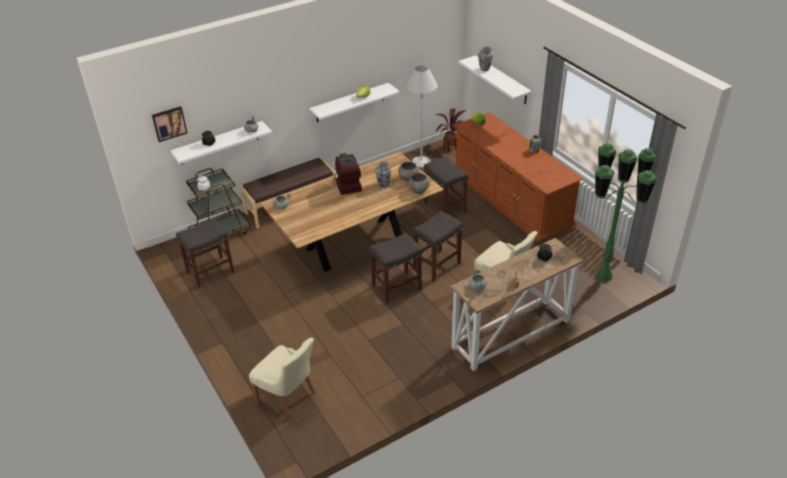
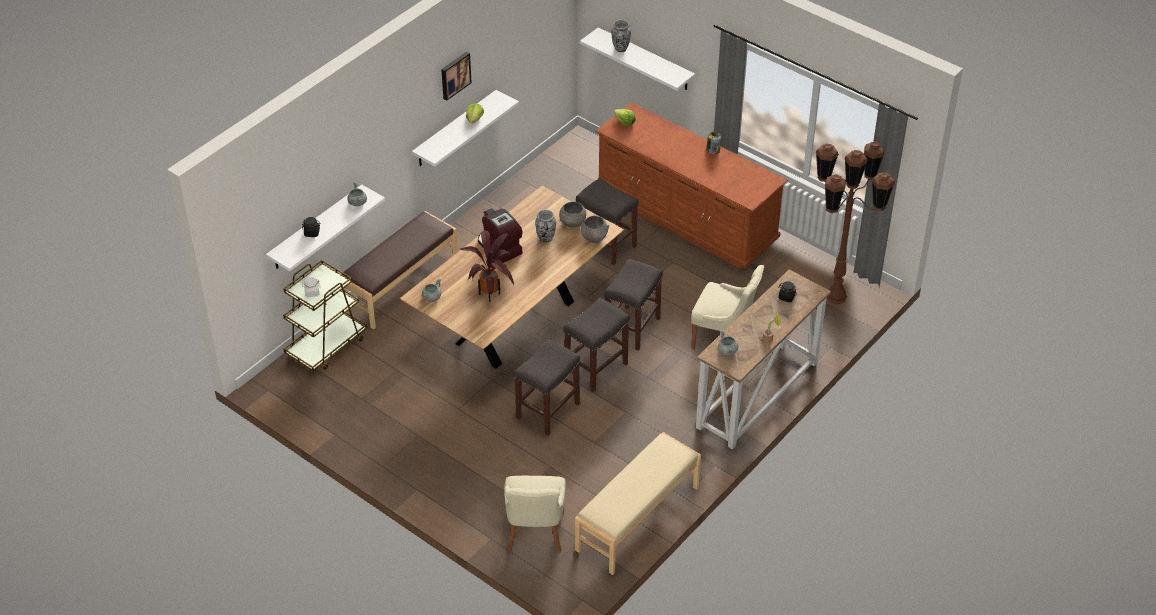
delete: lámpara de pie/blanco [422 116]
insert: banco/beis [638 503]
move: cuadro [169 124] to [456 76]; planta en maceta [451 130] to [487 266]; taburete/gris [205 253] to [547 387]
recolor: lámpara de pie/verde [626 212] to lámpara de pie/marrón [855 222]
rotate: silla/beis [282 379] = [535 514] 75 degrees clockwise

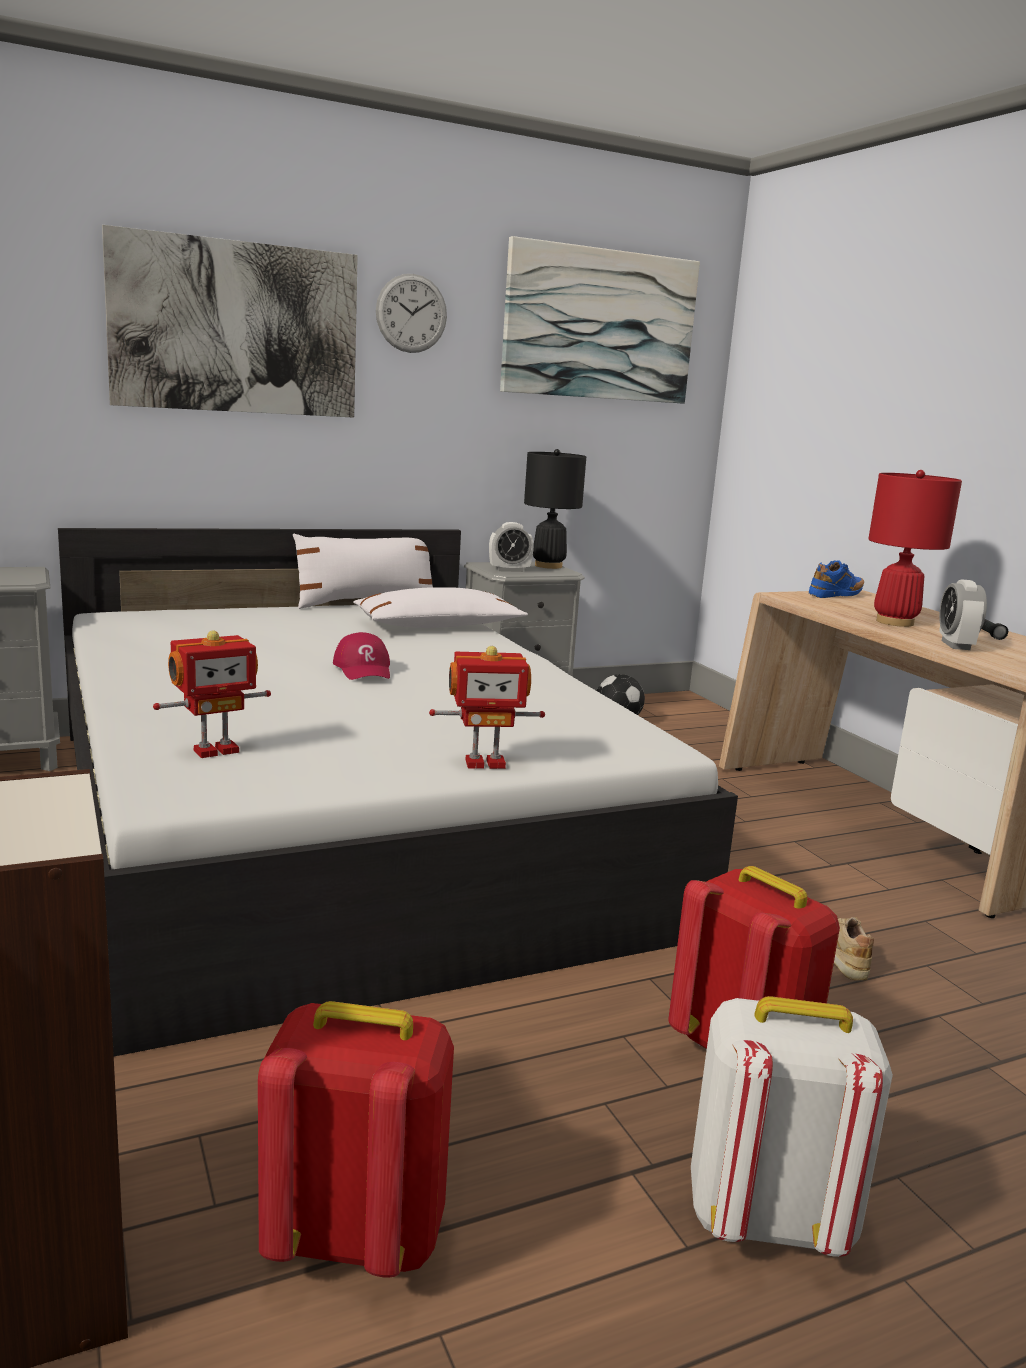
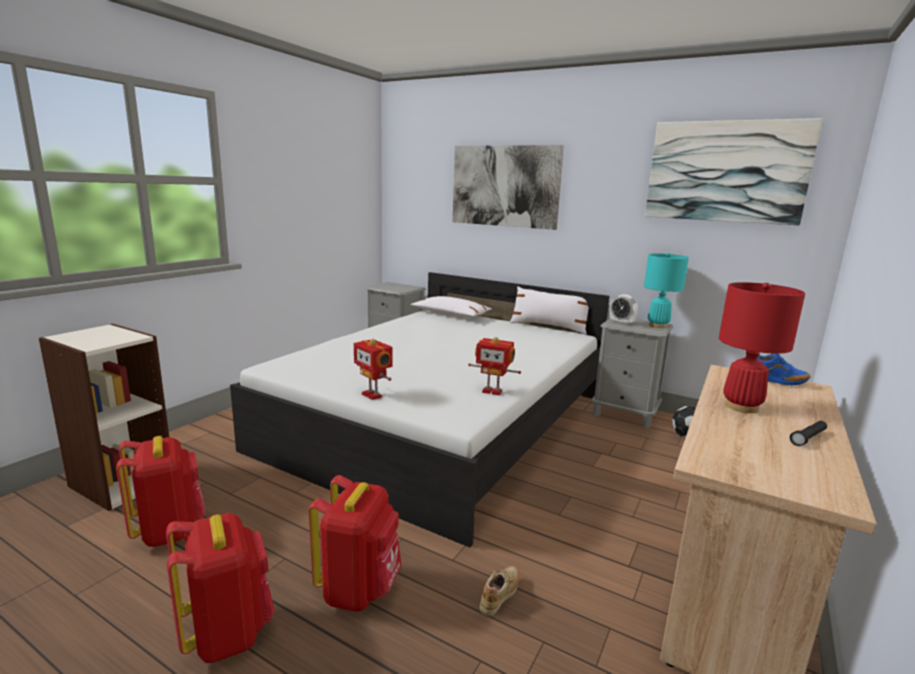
delete: gorra/rojo [361 656]; reloj de pared [411 313]; despertador [963 614]
move: cojín/blanco [440 607] to [451 306]; robot de juguete [212 694] to [494 366]
recolor: mochila/blanco [792 1126] to mochila/rojo [220 588]; lámpara de mesa/negro [555 509] to lámpara de mesa/turquesa [666 290]

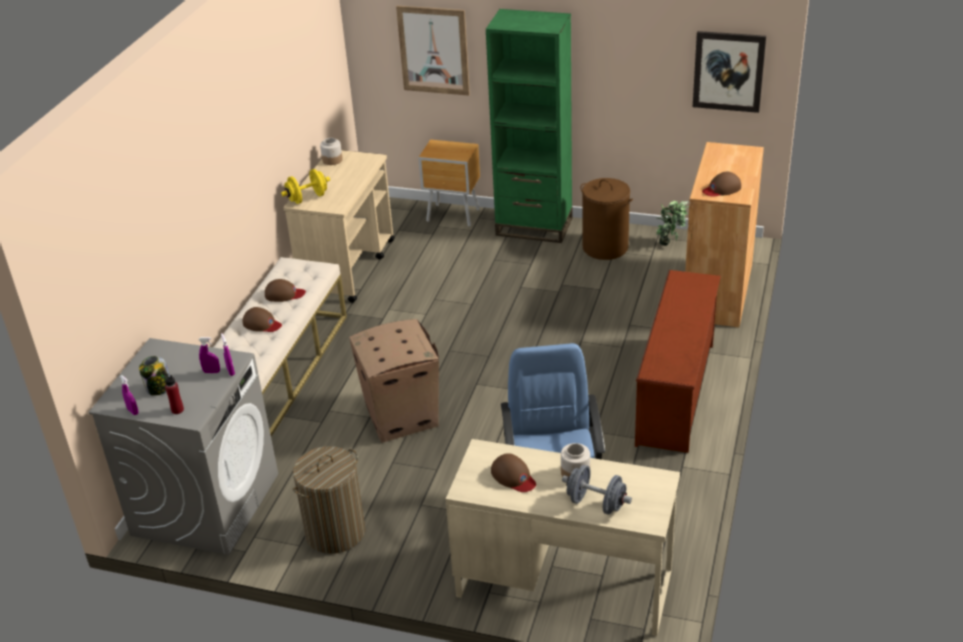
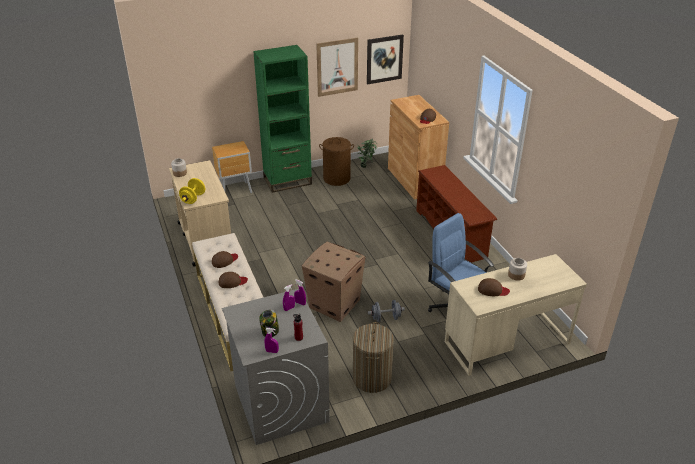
move: cuadro [433 51] to [337 67]; mancuerna/gris [597 490] to [386 311]

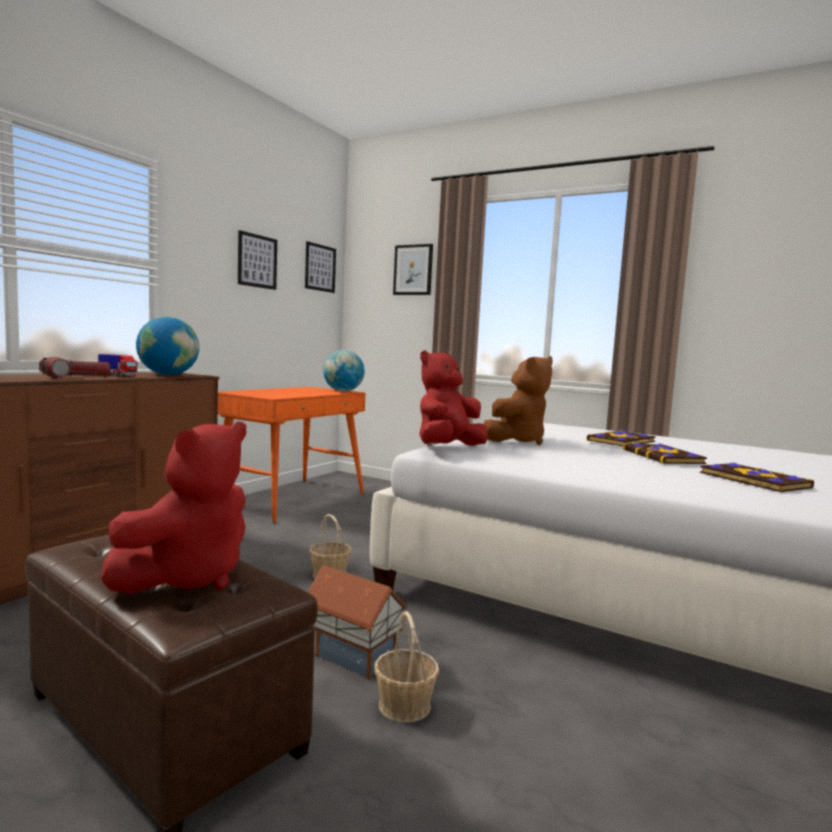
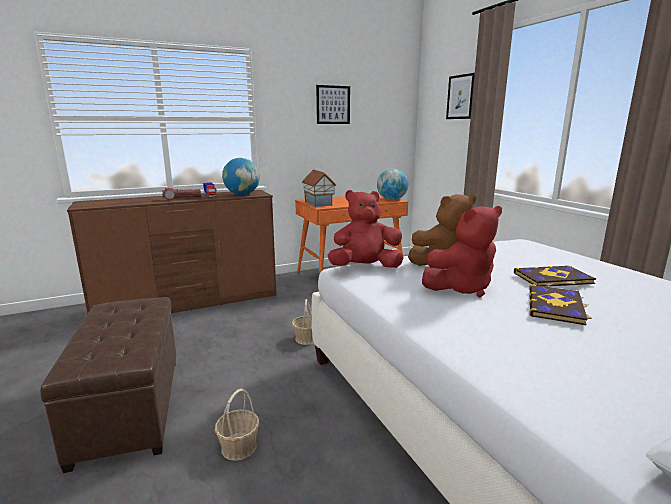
delete: cuadro [320 267]; libro [757 477]
move: casita [358 622] to [319 188]; peluche/rojo [173 508] to [462 251]

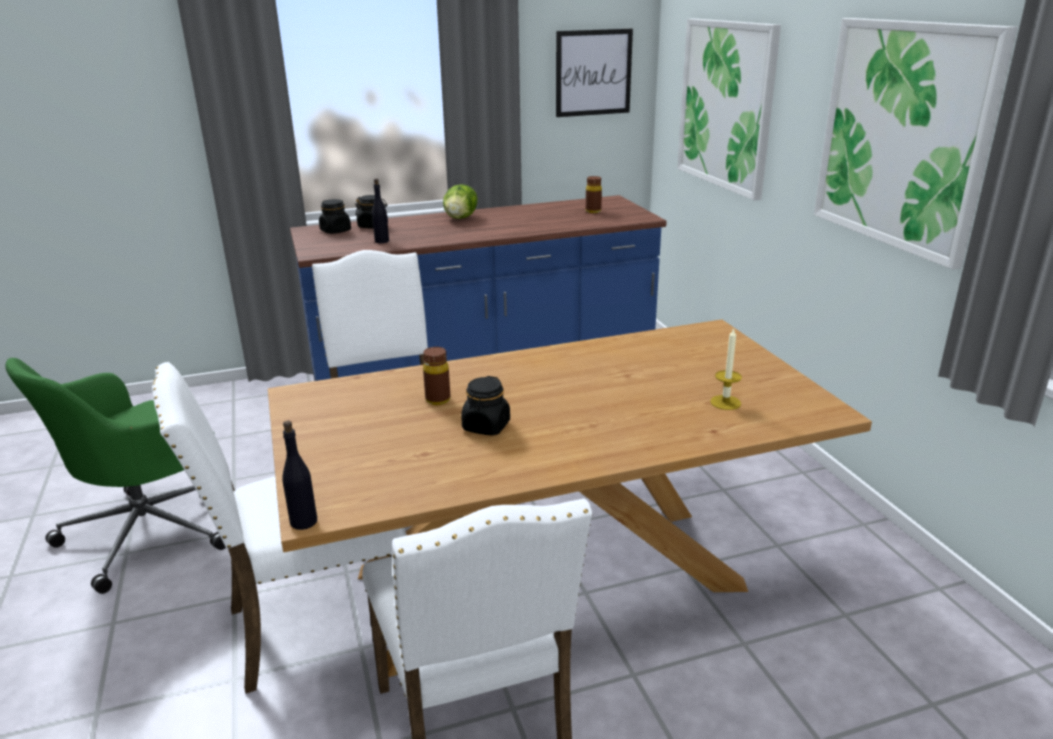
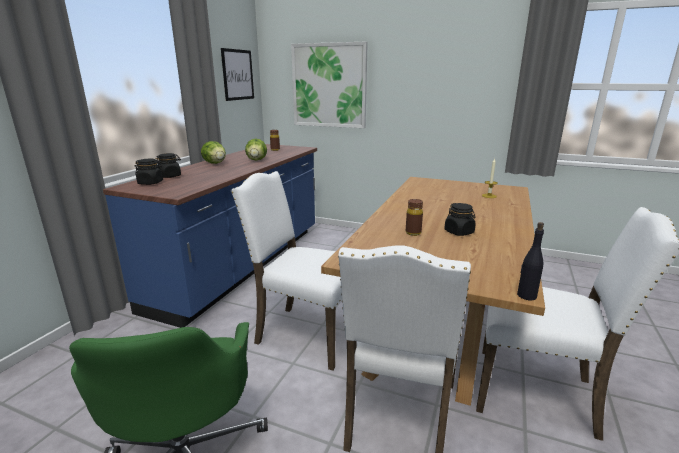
delete: botella/negro [380 211]; cuadro [916 144]
insert: lechuga [256 150]

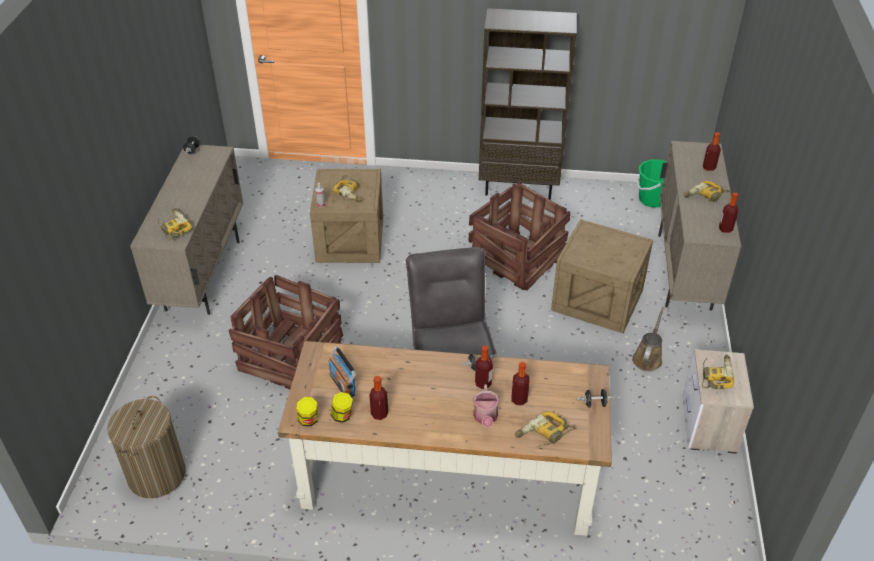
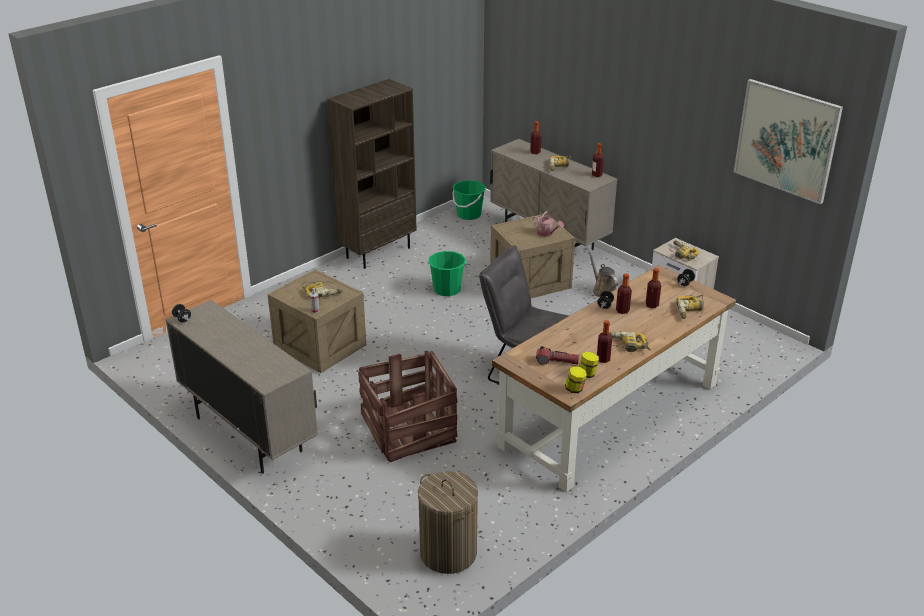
insert: cuadro [788 141]
move: regadera [486 406] to [548 224]; taladro [175 224] to [630 341]
replace: caja de embalaje [519 237] to cubo/verde [447 273]; radio [342 372] to linterna [557 355]

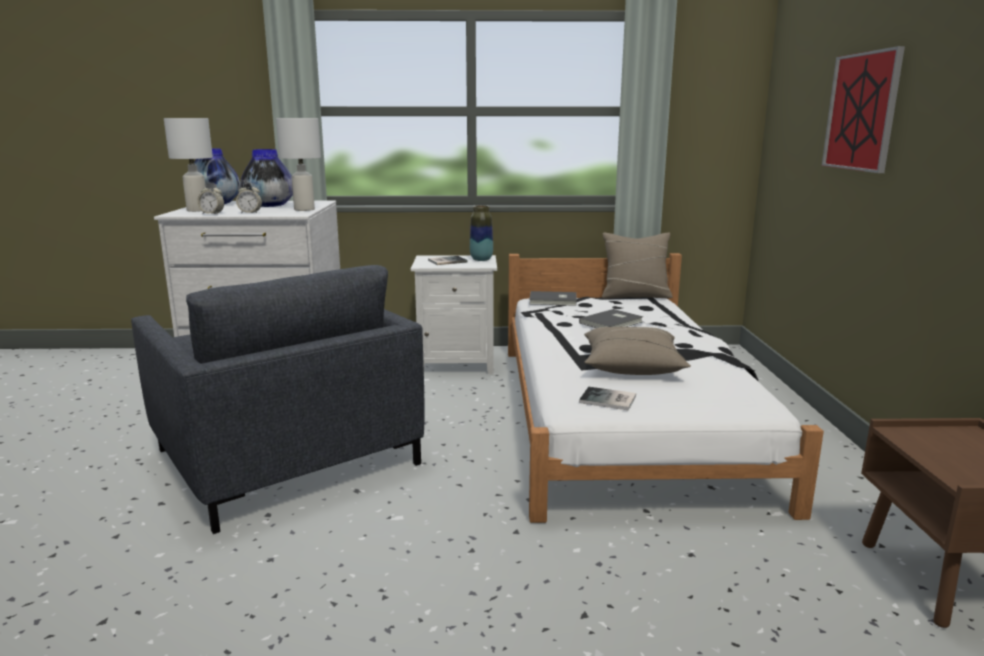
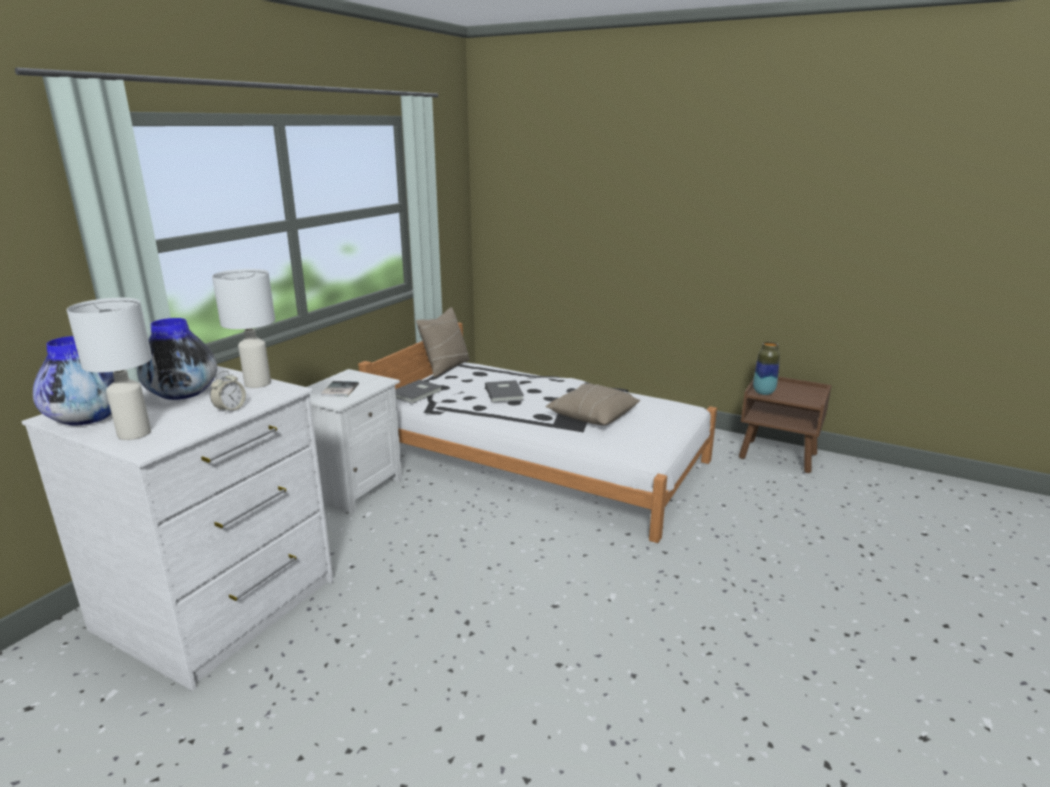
delete: sillón/gris [278 399]; despertador [210 199]; libro [607 399]; cuadro [863 109]
move: florero [481 233] to [766 368]

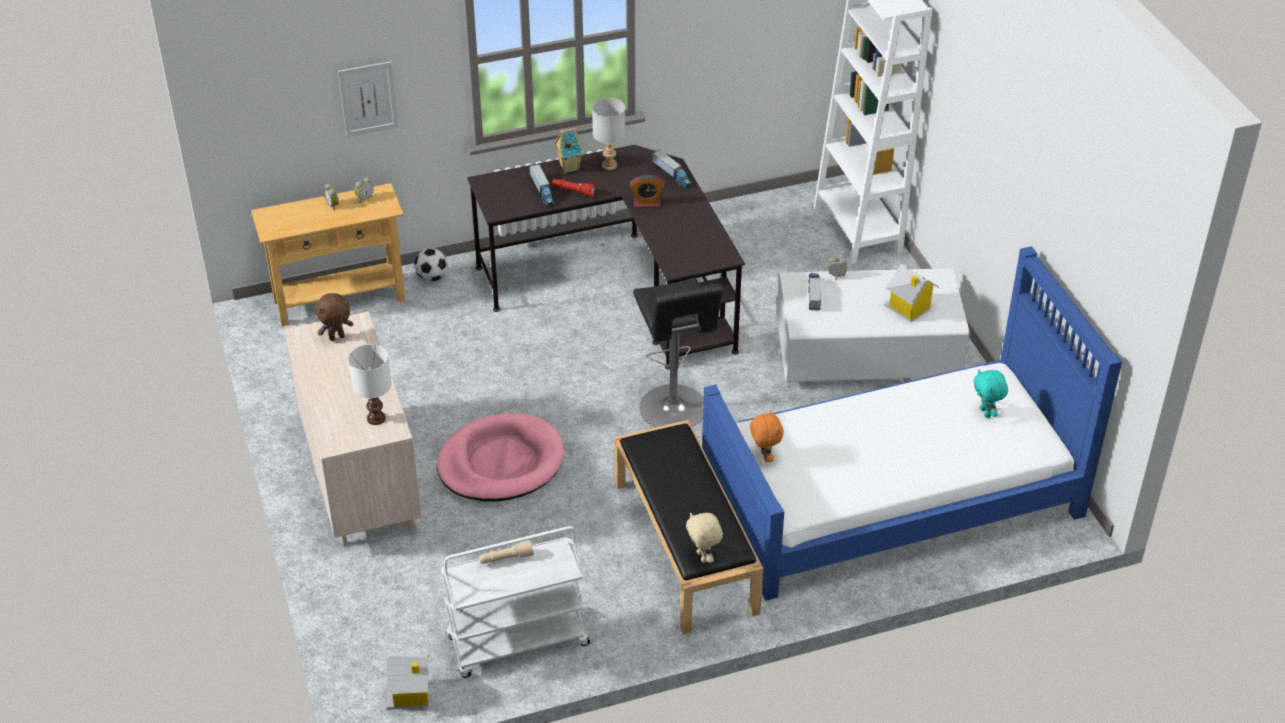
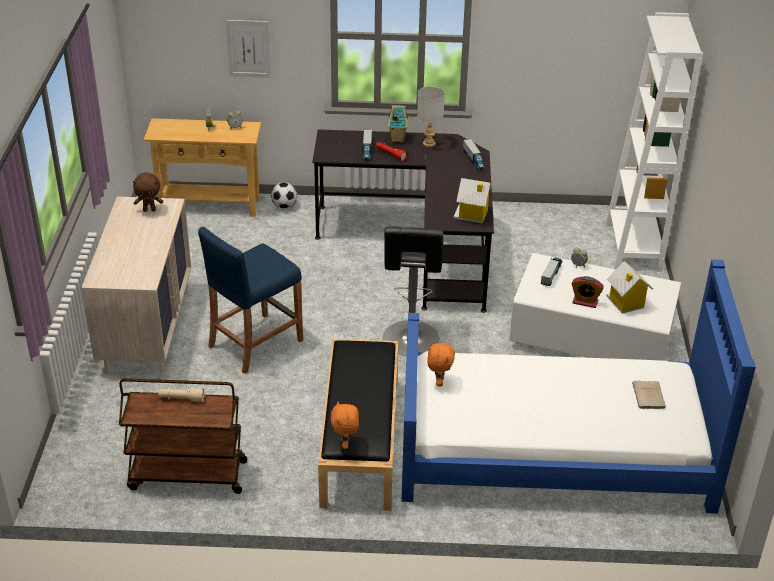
delete: lámpara de mesa/blanco [369 384]
move: casita [408 682] to [473 201]; despertador [647 191] to [588 292]
replace: cama para perro/rosa [500 457] to taburete/azul [250 300]; peluche/turquesa [991 393] to libro/beis [649 395]
recolor: carrito/blanco [515 602] to carrito/marrón [183 436]; peluche/beis [704 538] to peluche/naranja [345 425]

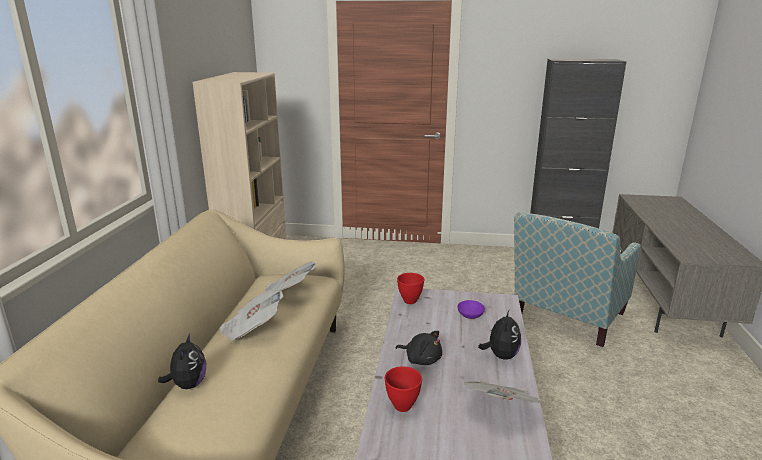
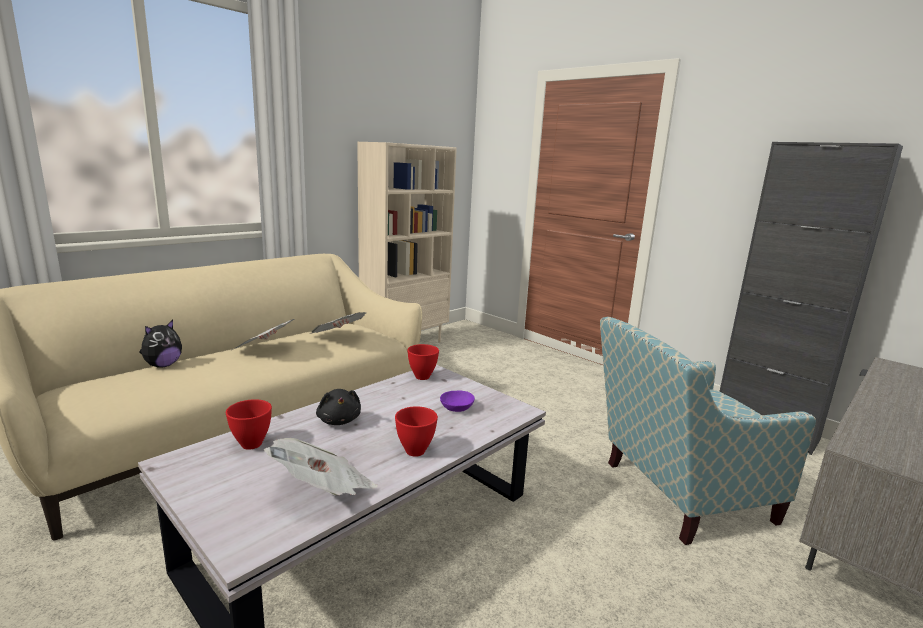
replace: peluche [499 334] to cuenco/rojo [416 431]

